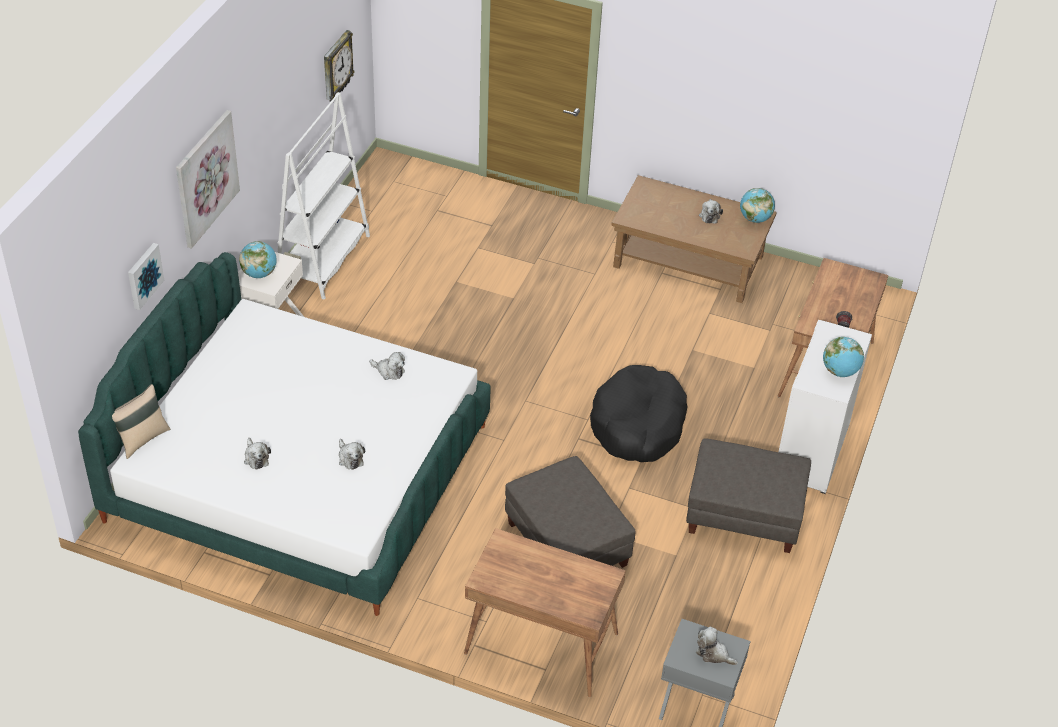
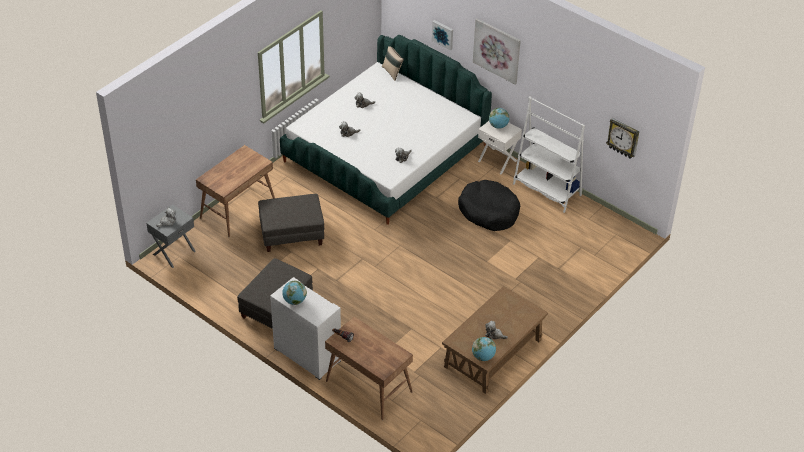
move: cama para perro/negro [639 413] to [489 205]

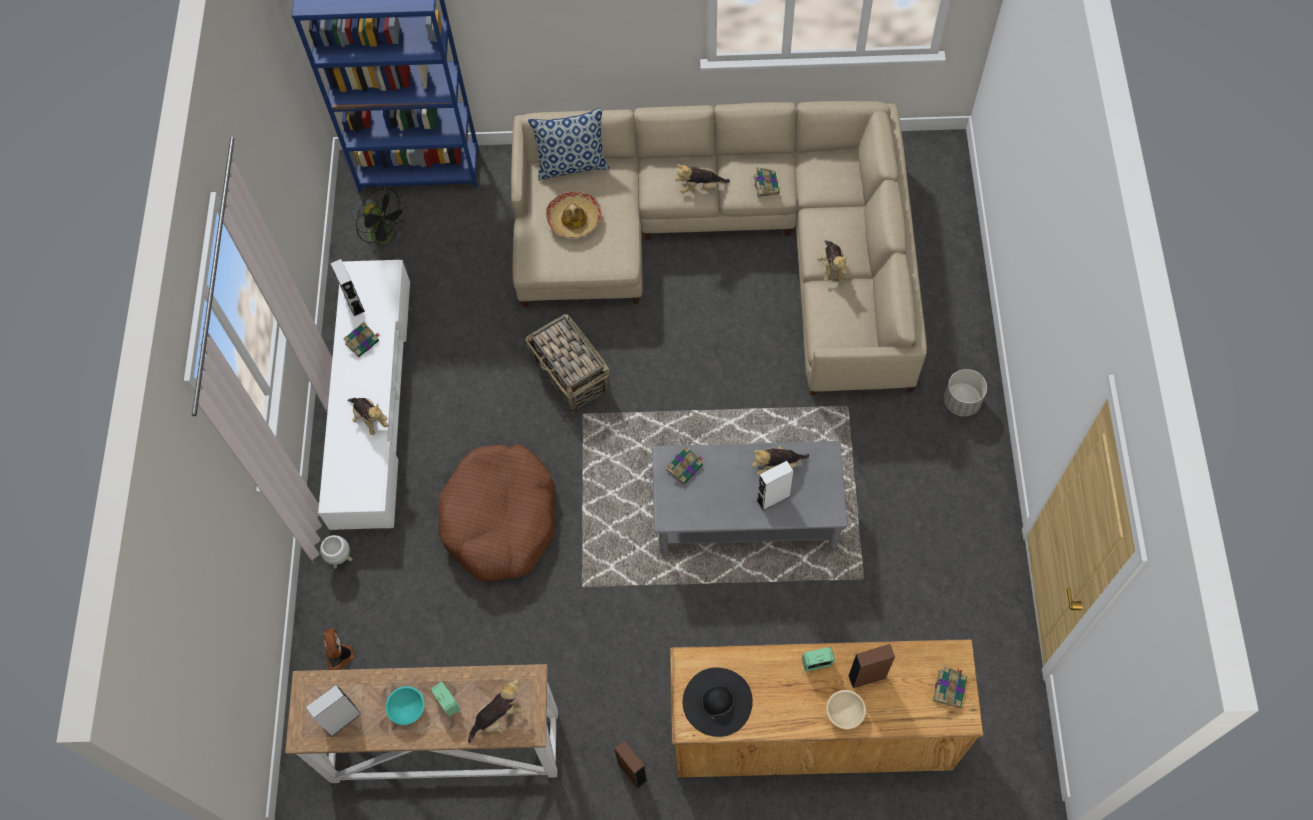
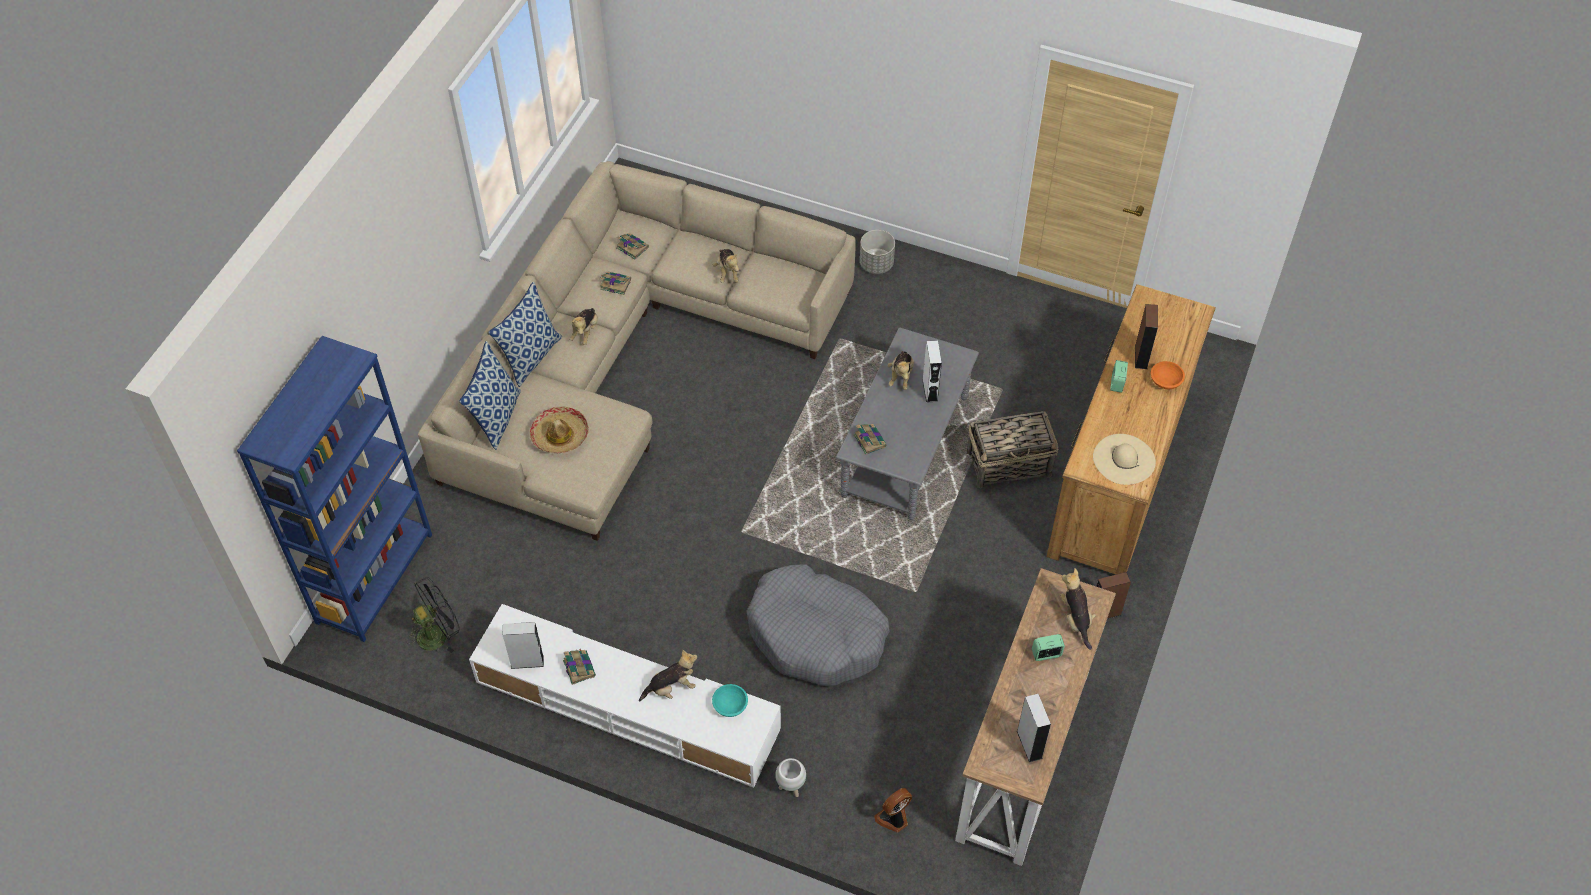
insert: cojín [525 334]
move: libro [950 687] to [632 246]; cuenco/turquesa [405 705] to [730 700]; cesta [568 364] to [1013 449]
recolor: cama para perro/marrón [496 513] to cama para perro/gris [818 625]; sombrero/negro [718 702] to sombrero/beis [1124 459]; cuenco/beis [846 709] to cuenco/naranja [1168 375]
rotate: peluche [832 261] = [726 266] 60 degrees clockwise; ventilador [339 649] = [893 810] 135 degrees clockwise

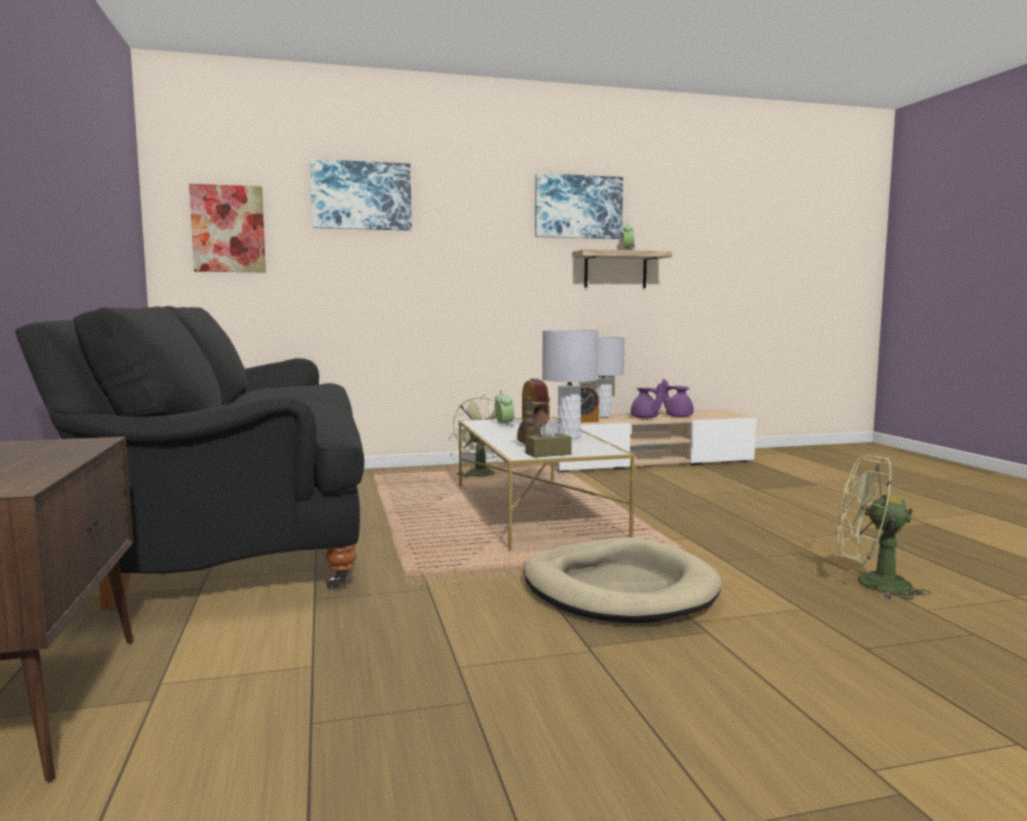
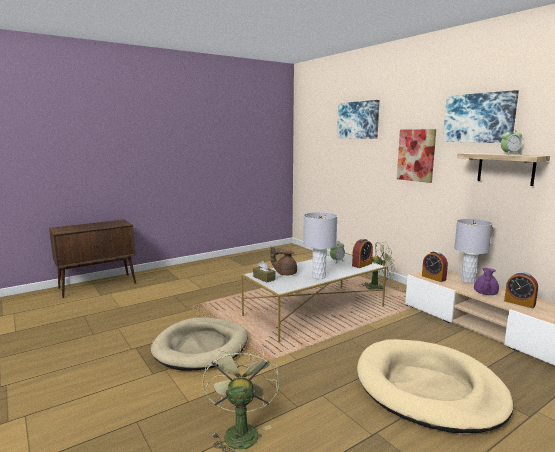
delete: sofá/negro [190 458]
insert: cama para perro/beis [435 386]
move: cuadro [227 228] to [416 156]
replace: tetera/morado [678 398] to despertador [521 290]

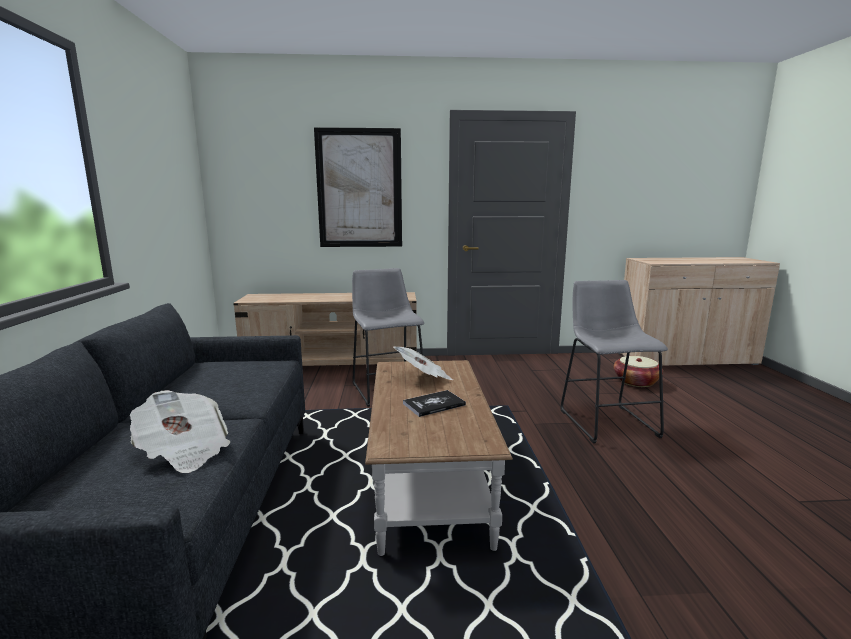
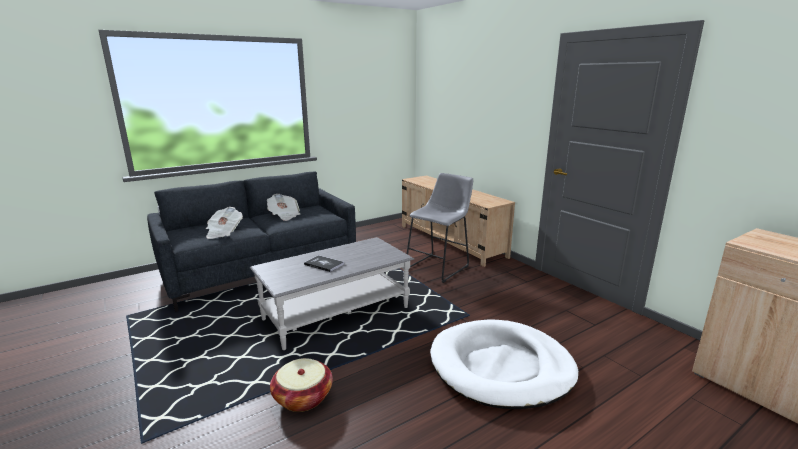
delete: cuadro [358 187]
move: periódico [423 363] to [283 207]; cesta [638 371] to [301 385]
replace: taburete/gris [614 362] to cama para perro/blanco [504 364]
recolor: mesa de centro/marrón [439 458] to mesa de centro/gris [332 293]

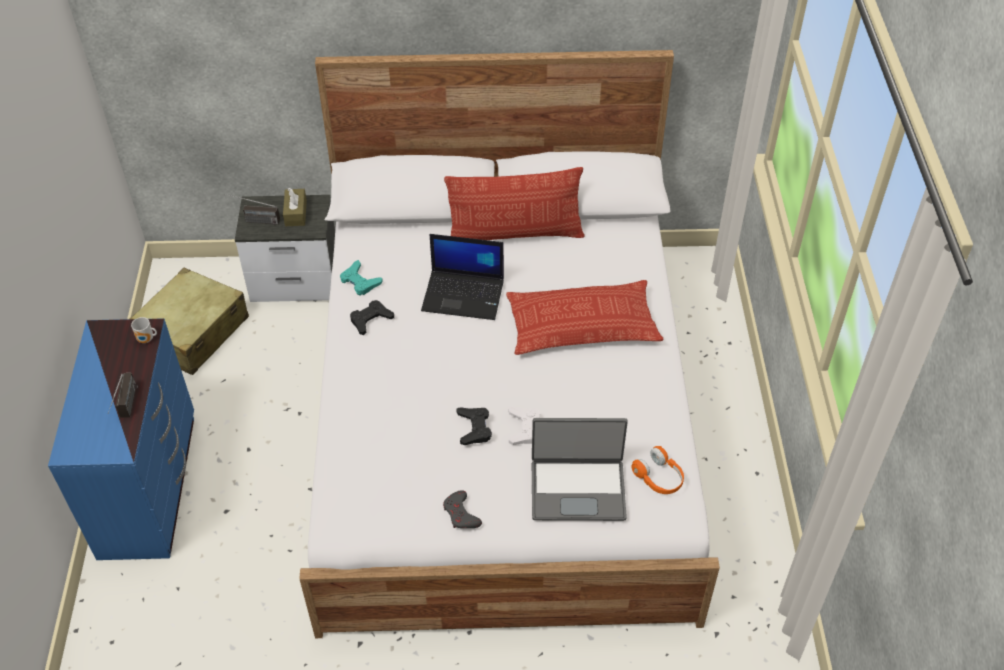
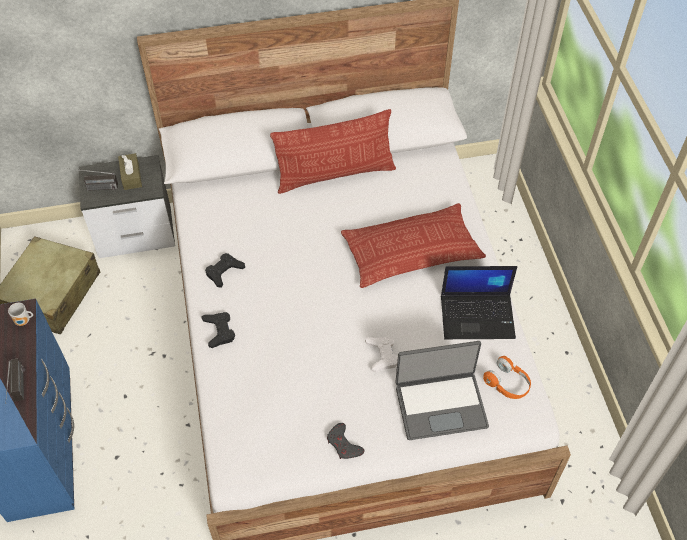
delete: mando de consola/turquesa [361 278]
move: mando de consola/negro [474 426] to [218 330]; portátil [462 277] to [479 302]

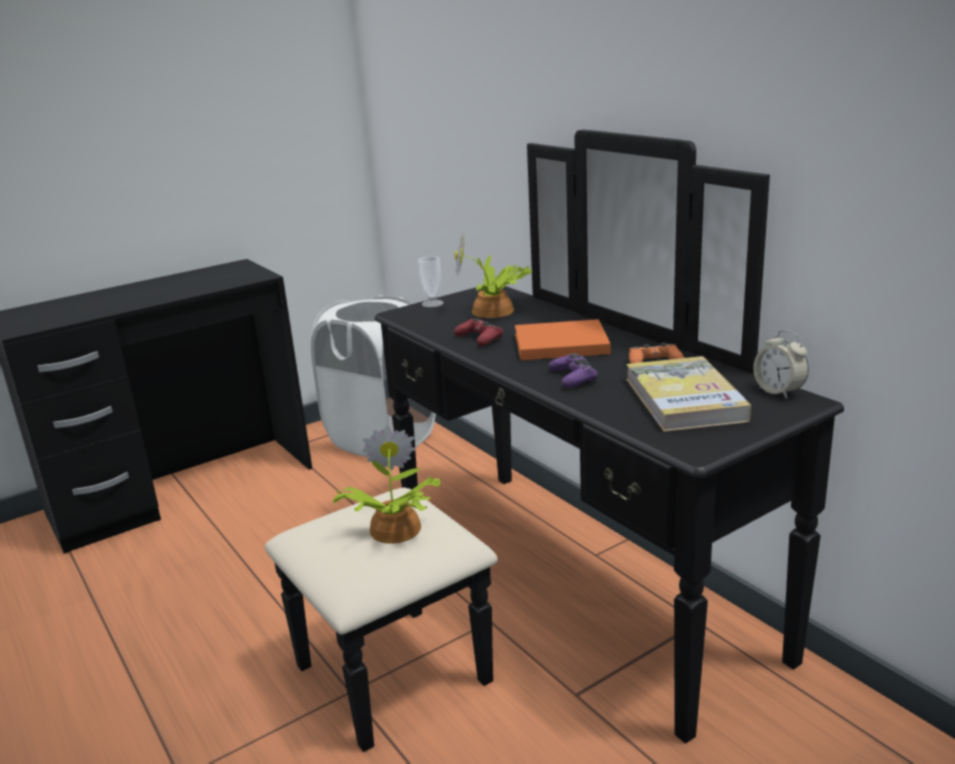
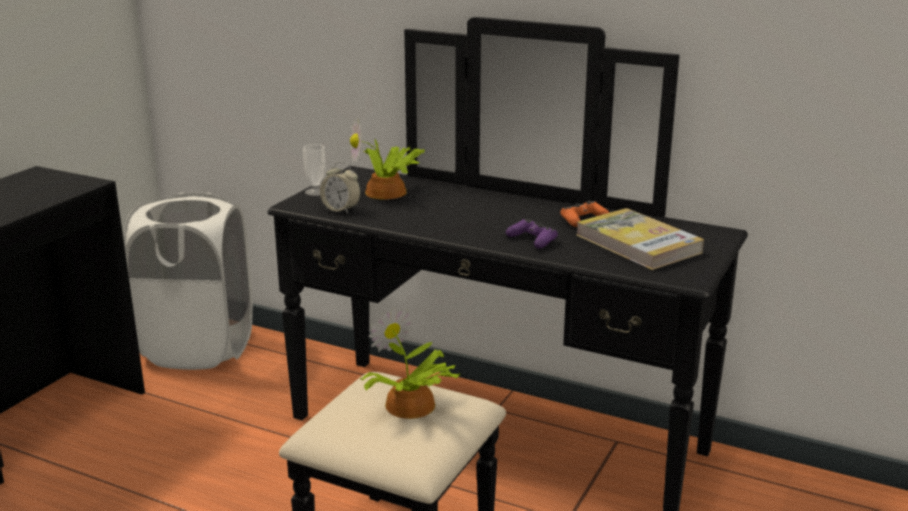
delete: mando de consola/rojo [478 332]; libro/naranja [563 339]
move: despertador [781 364] to [340 188]

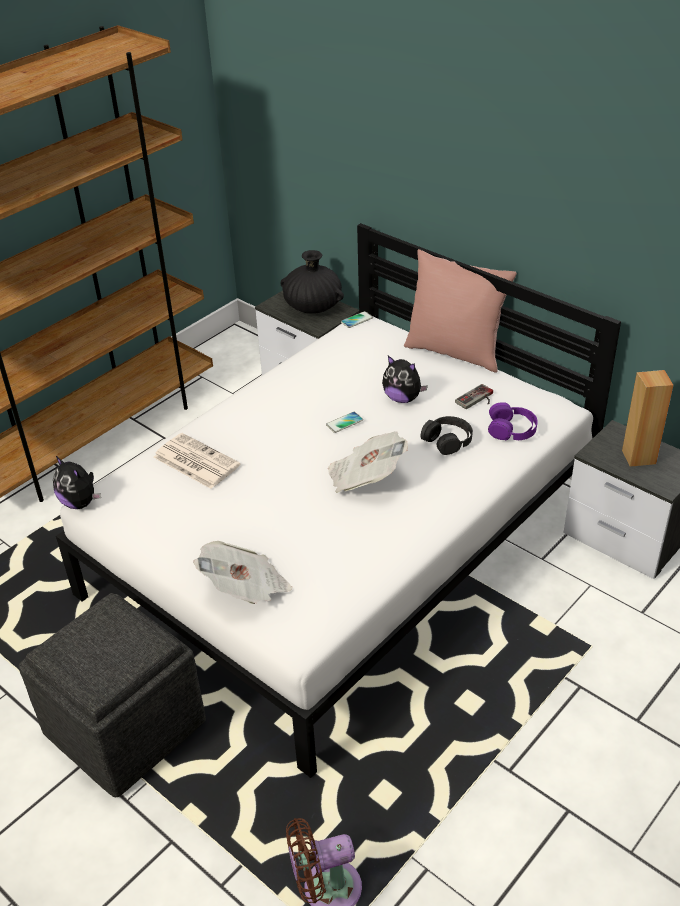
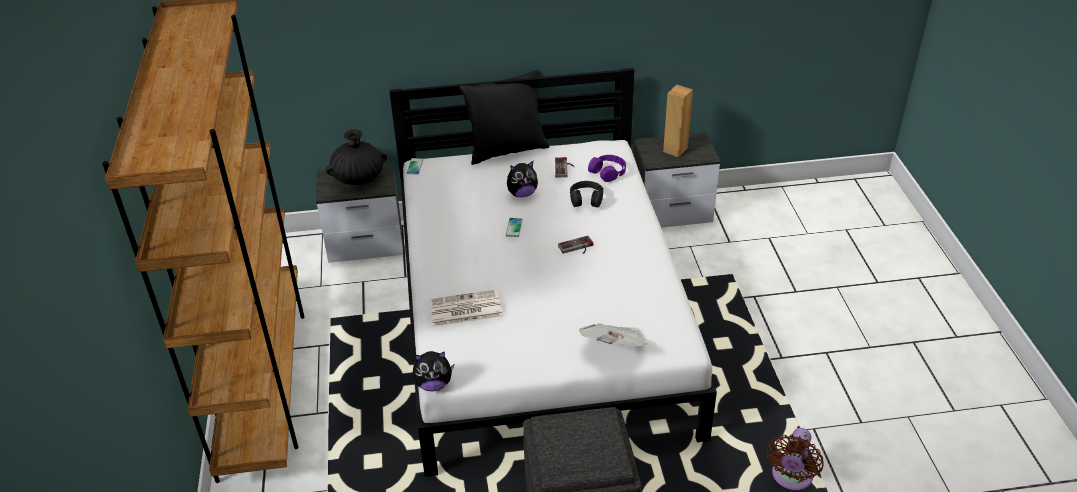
replace: periódico [368 462] to mando de consola [575 245]
recolor: cojín/rosa [460 311] to cojín/negro [504 117]

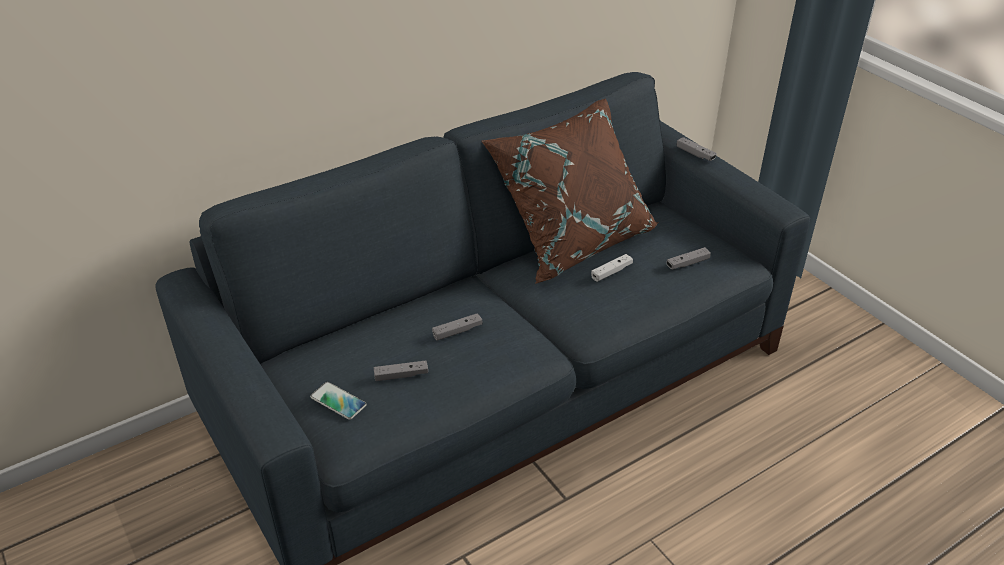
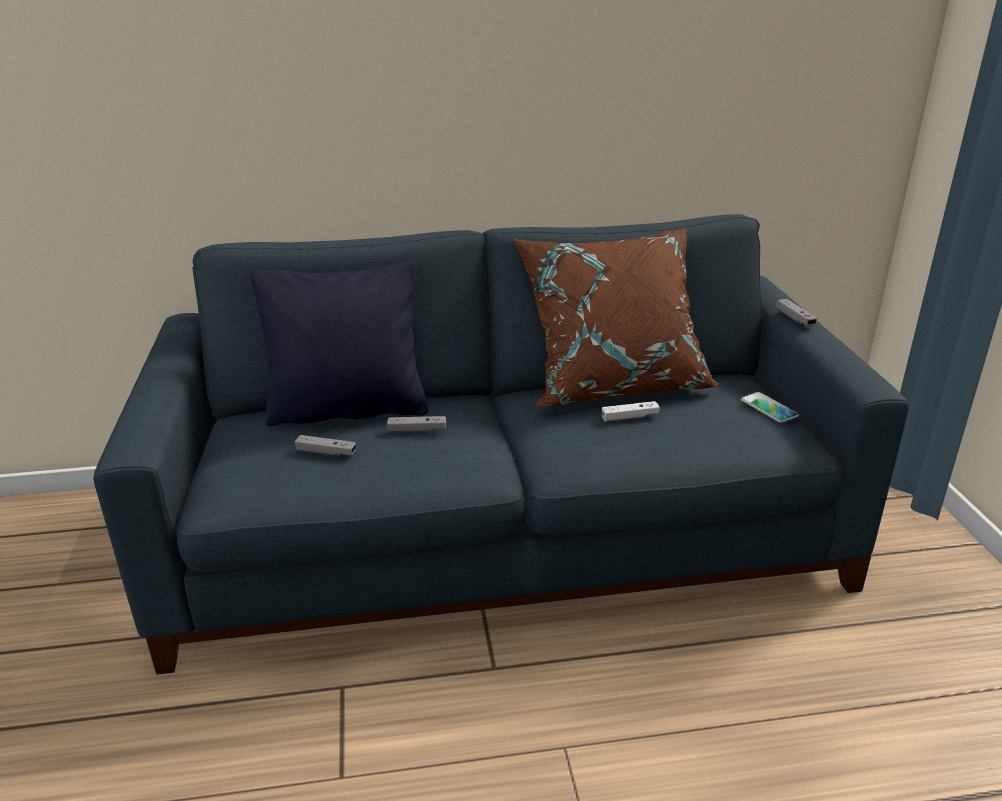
delete: mando de consola/gris [688 258]
insert: cojín/negro [339 343]
move: móvil [338 401] to [770 407]

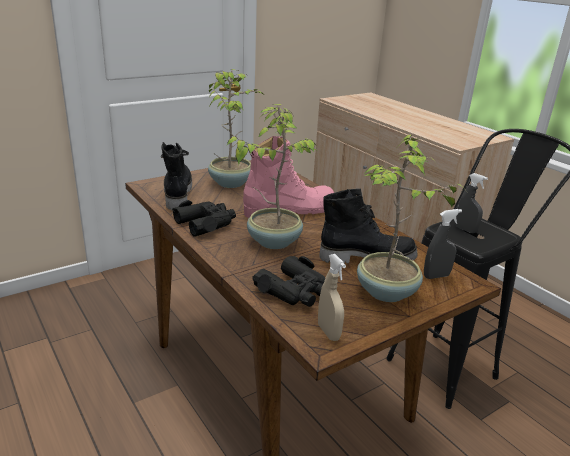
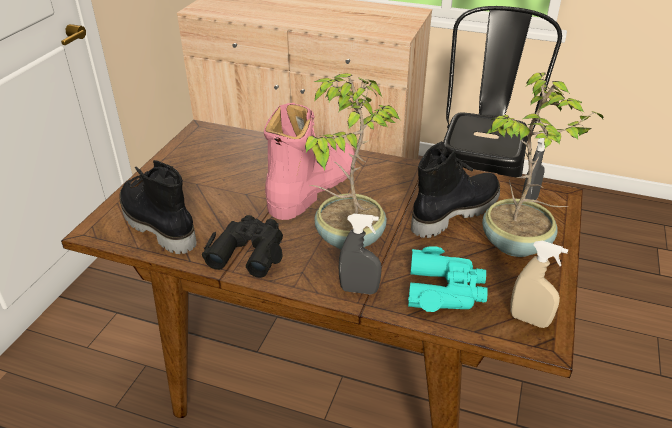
delete: planta en maceta [235 128]
move: pulverizador/gris [471 203] to [360 254]
recolor: prismáticos/negro [288 281] to prismáticos/turquesa [448 279]

